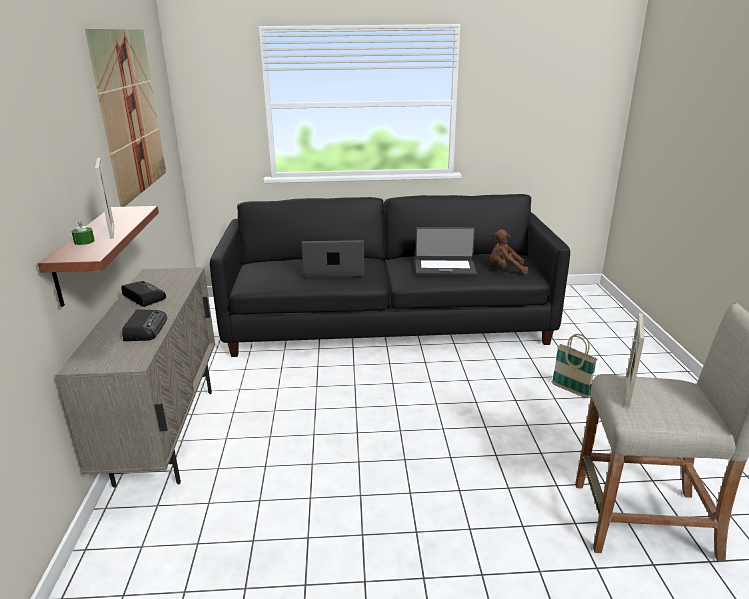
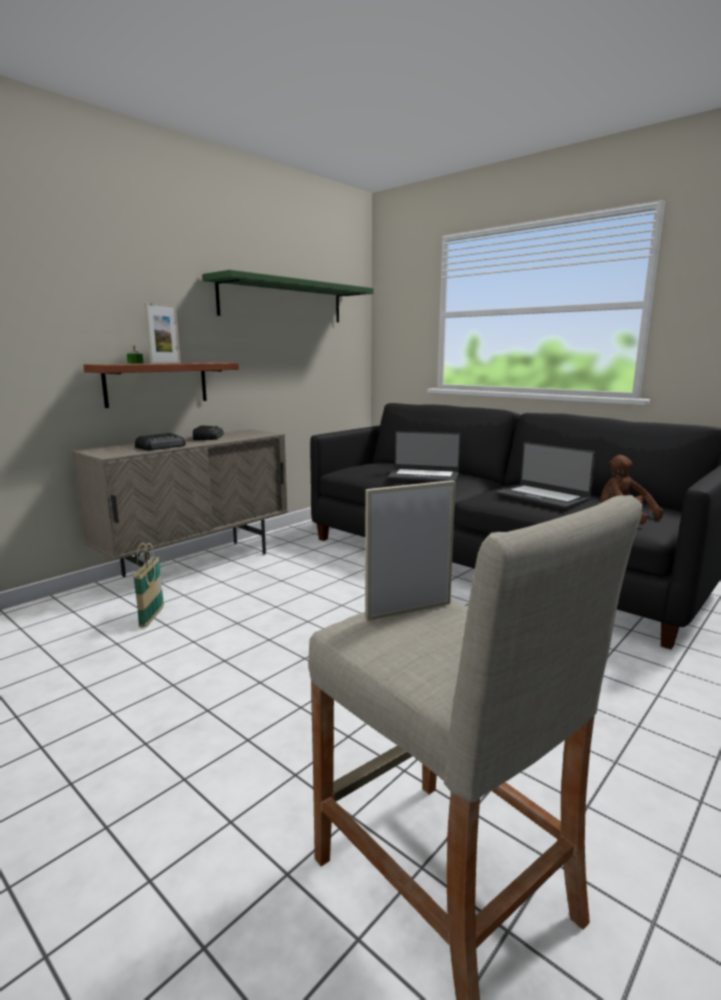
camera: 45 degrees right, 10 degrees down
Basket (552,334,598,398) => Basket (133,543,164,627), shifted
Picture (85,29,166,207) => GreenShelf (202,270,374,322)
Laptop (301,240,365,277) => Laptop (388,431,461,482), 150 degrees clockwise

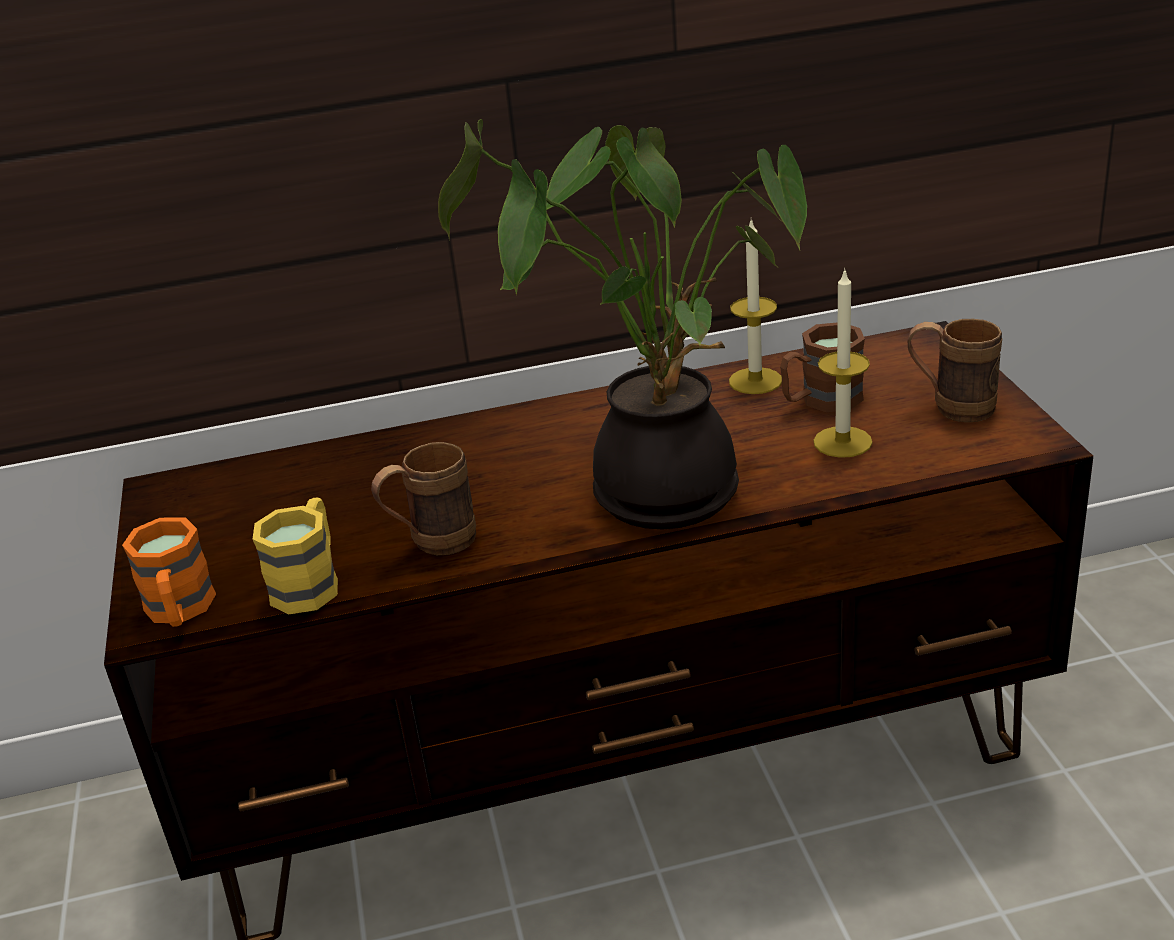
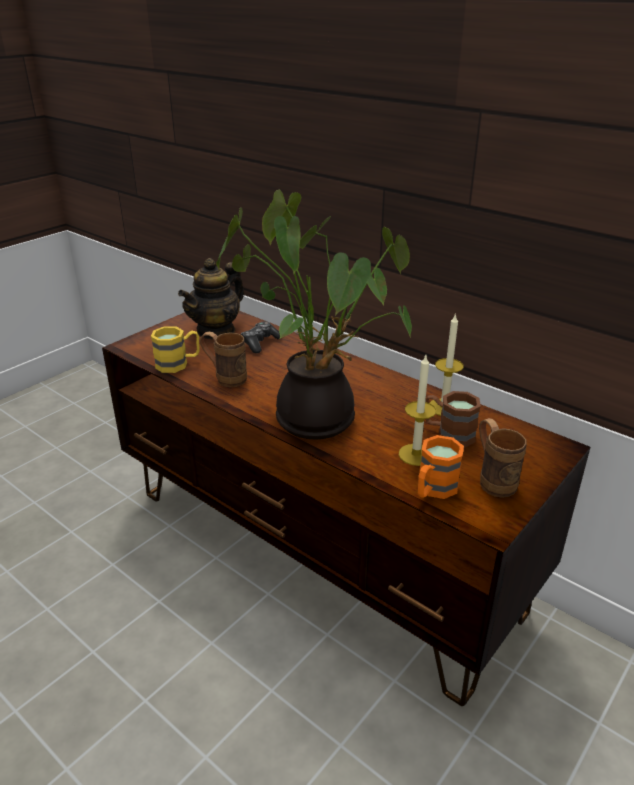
camera: 50 degrees right, 0 degrees up
nothing => Teapot (178,258,244,340)
nothing => GameController (241,321,281,353)
OrangeCoffeeMug (122,518,216,627) => OrangeCoffeeMug (418,435,464,499), shifted

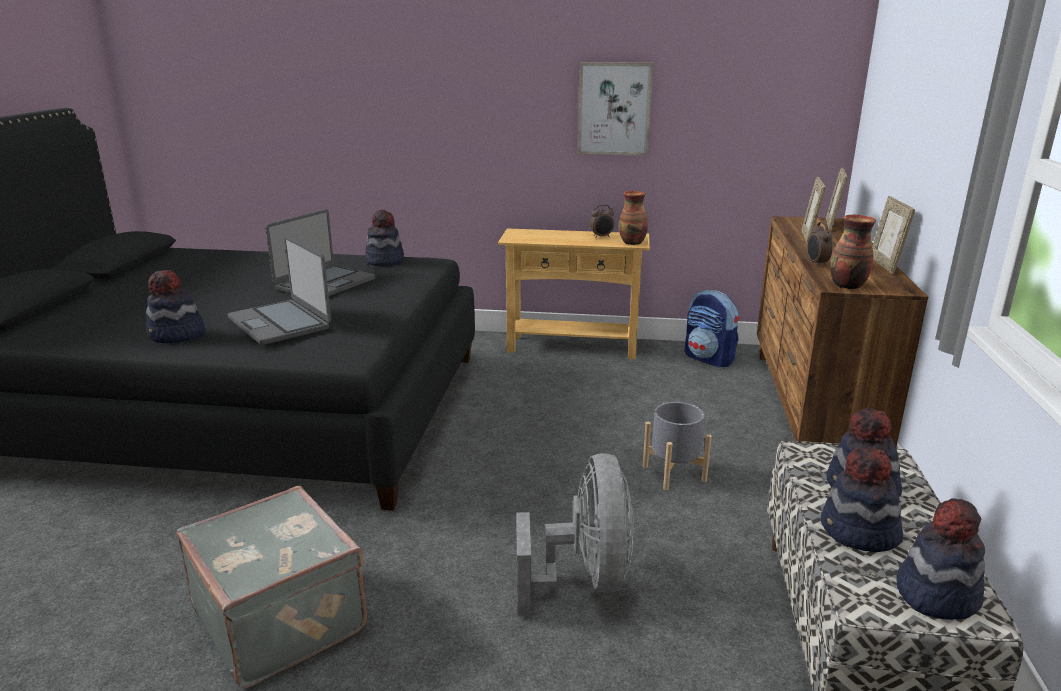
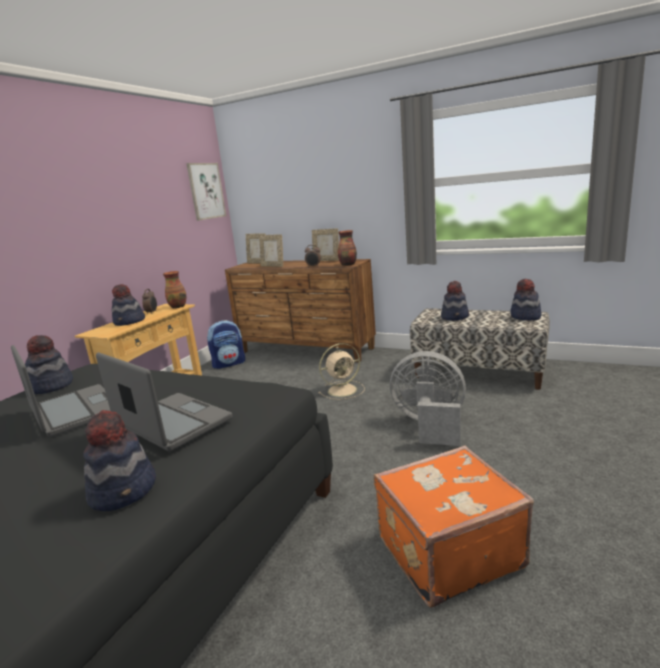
camera: 70 degrees left, 5 degrees down
Picture (578,62,653,155) => Picture (186,163,226,221), shifted
ClothingHat (821,446,903,552) => ClothingHat (112,284,145,326), shifted
GreyishPlantPot (643,402,712,491) => BeigeCoolingFan (319,343,365,400)
GreyishPieceOfLuggage (177,486,367,688) => OrangePieceOfLuggage (374,445,534,608)
Laptop (227,236,331,345) => Laptop (96,352,233,451), 120 degrees counterclockwise

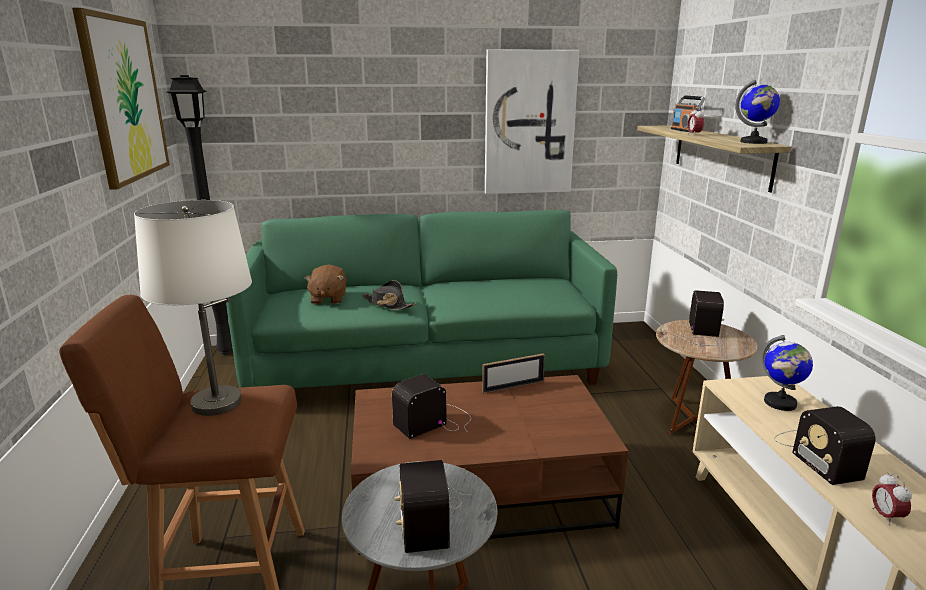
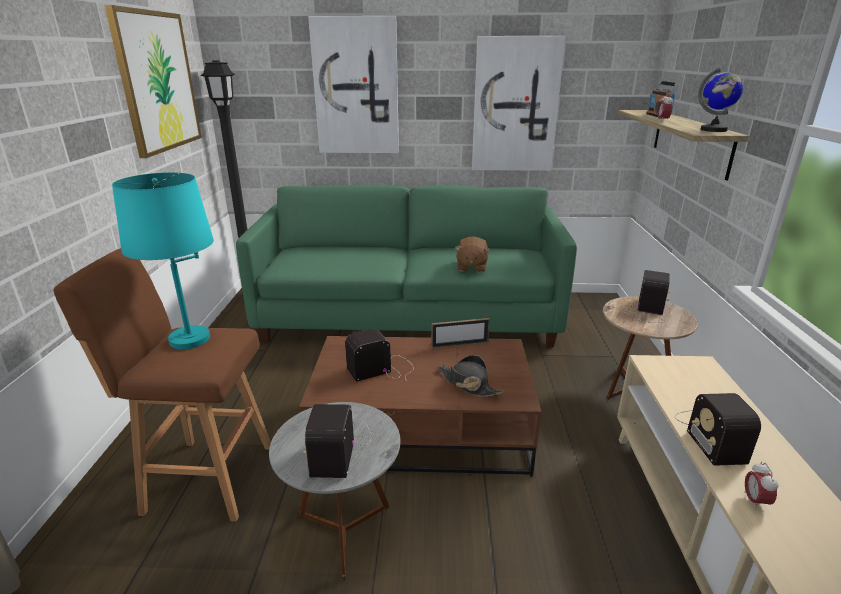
camera: 10 degrees right, 5 degrees up
WorldGlobe (761,335,813,411) => nothing
nothing => Picture (308,16,399,153)
BrownColouredCuddlyToy (304,265,346,304) => BrownColouredCuddlyToy (455,236,490,273), shifted
BlackClothingHat (362,280,416,310) => BlackClothingHat (437,355,504,397), shifted
WhitishLampForATable (134,200,252,416) => BlueGreenLampForATable (112,172,214,349)

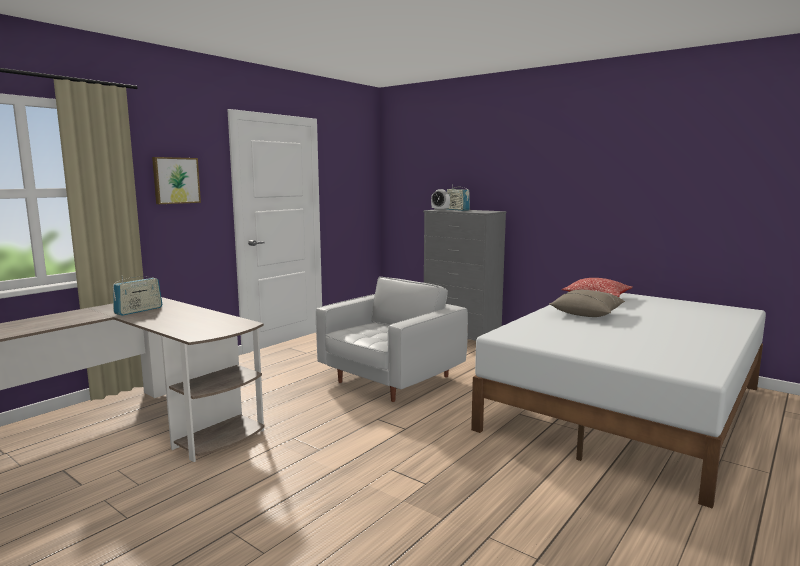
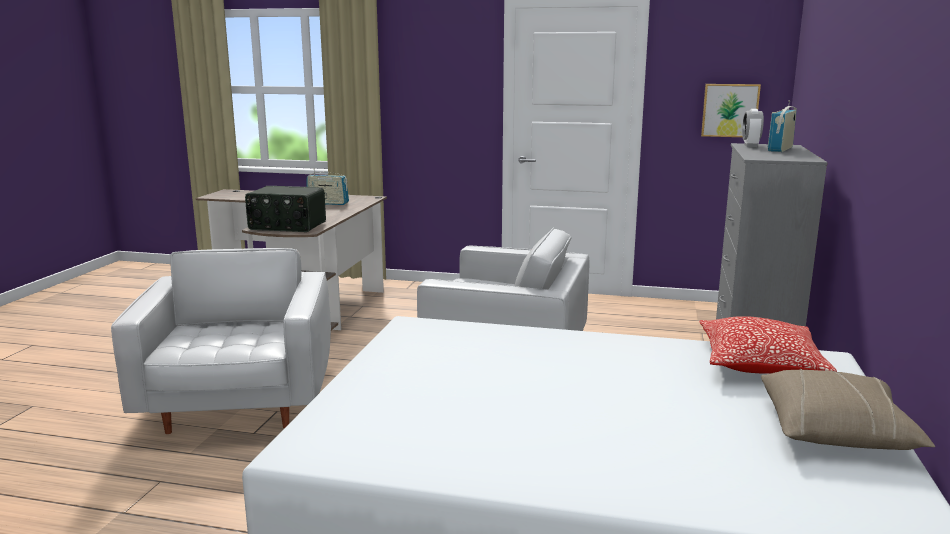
camera: 65 degrees right, 5 degrees up
nothing => WhitishEasyChair (111,248,331,434)
nothing => RadioSet (245,186,326,232)
Picture (152,157,201,204) => Picture (701,84,761,137), shifted
BeigePillow (549,290,625,317) => BeigePillow (761,369,935,450), shifted

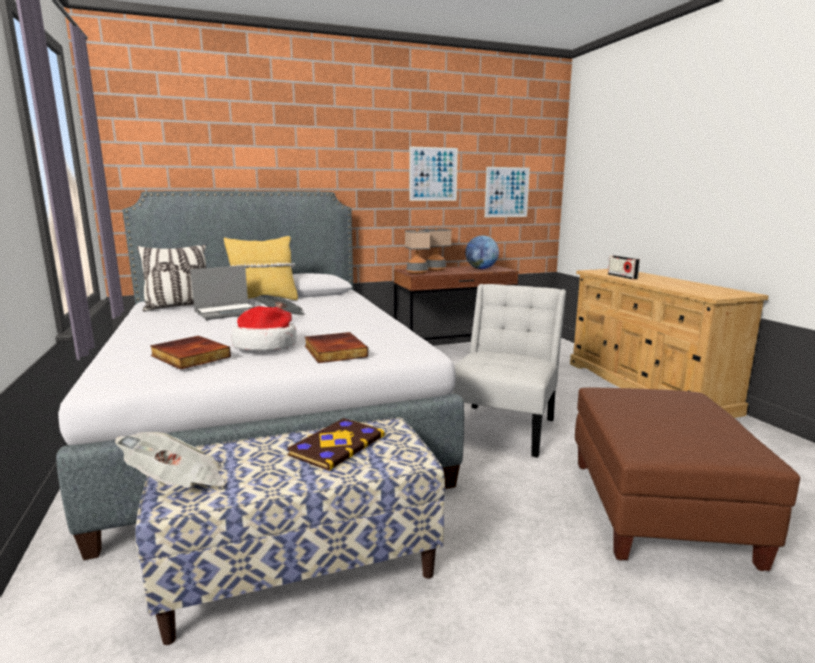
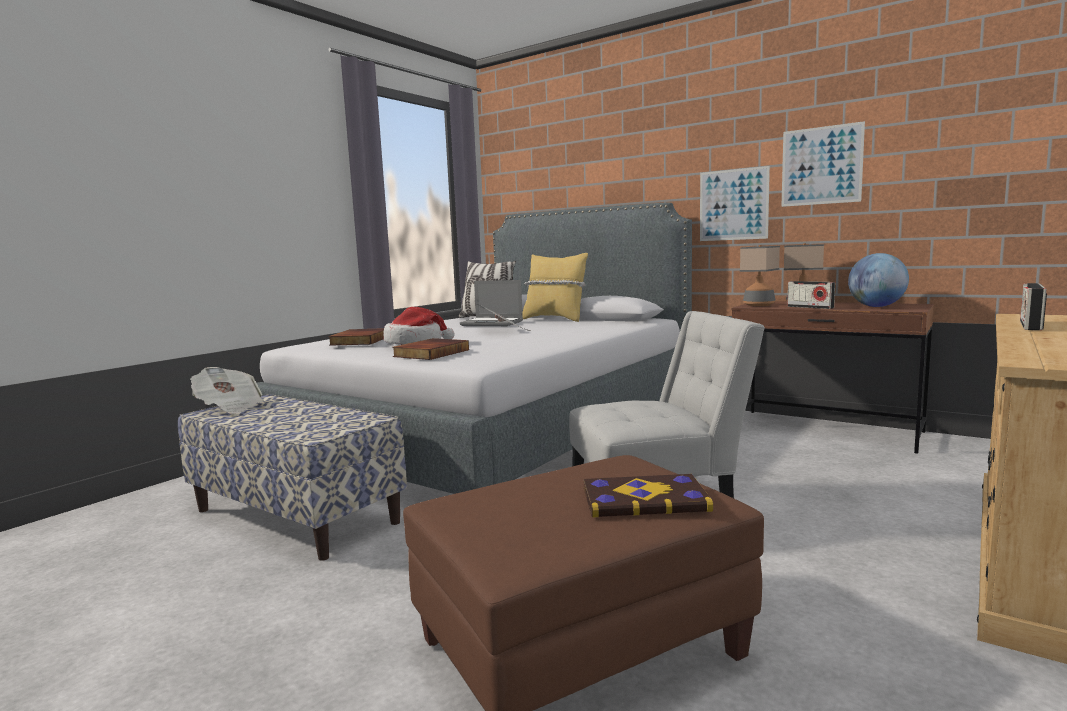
camera: 55 degrees right, 5 degrees down
nothing => RadioSet (787,281,835,309)
BoundBook (287,418,384,471) => BoundBook (583,474,713,517), shifted
Picture (485,167,530,217) => Picture (700,166,770,241), shifted

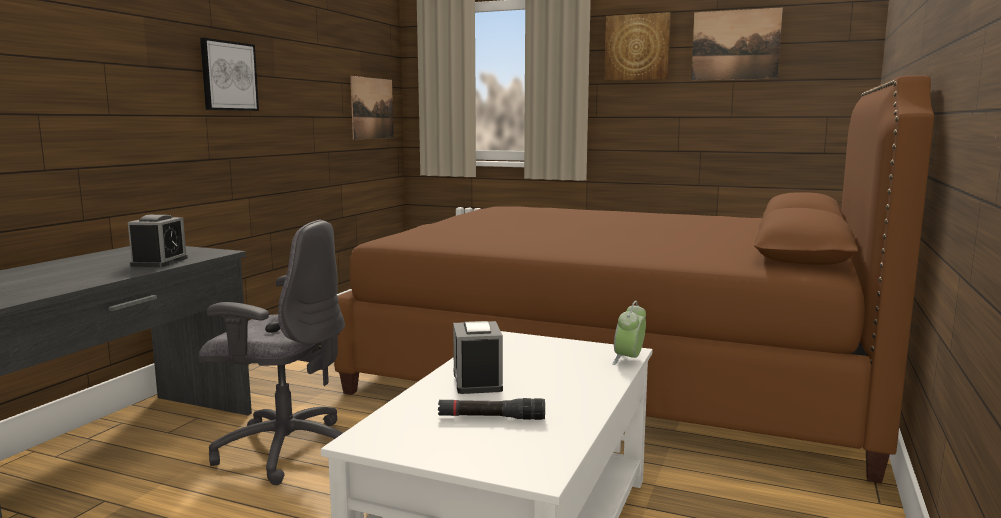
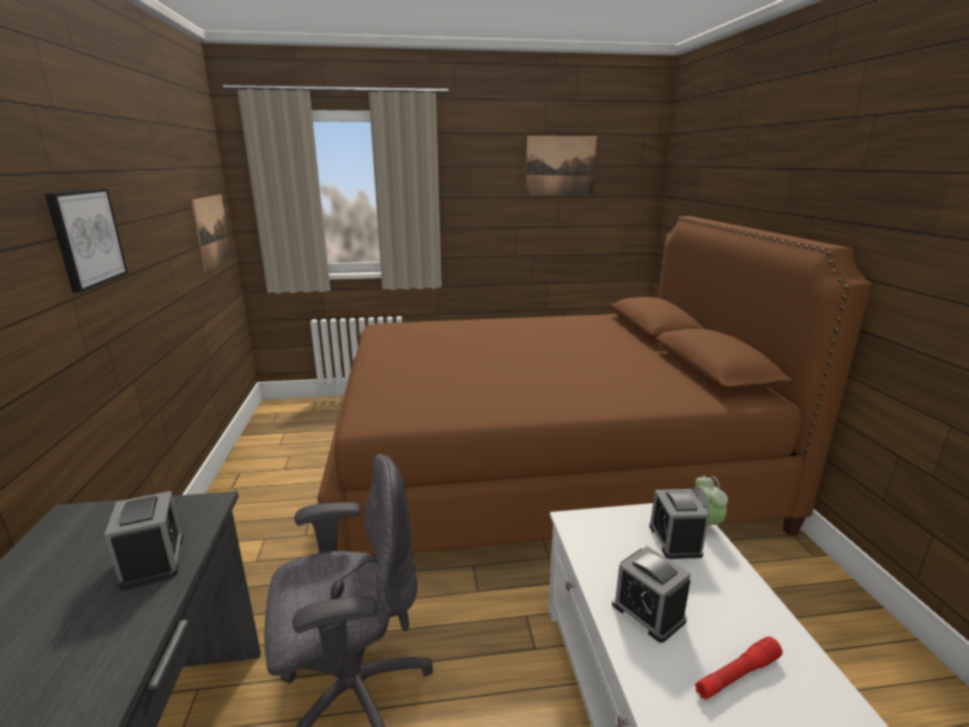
camera: 30 degrees left, 10 degrees up
Picture (604,12,671,81) => nothing
nothing => AlarmClock (649,489,709,559)
BlackFlashlight (438,398,545,420) => RedFlashlight (695,637,783,700)

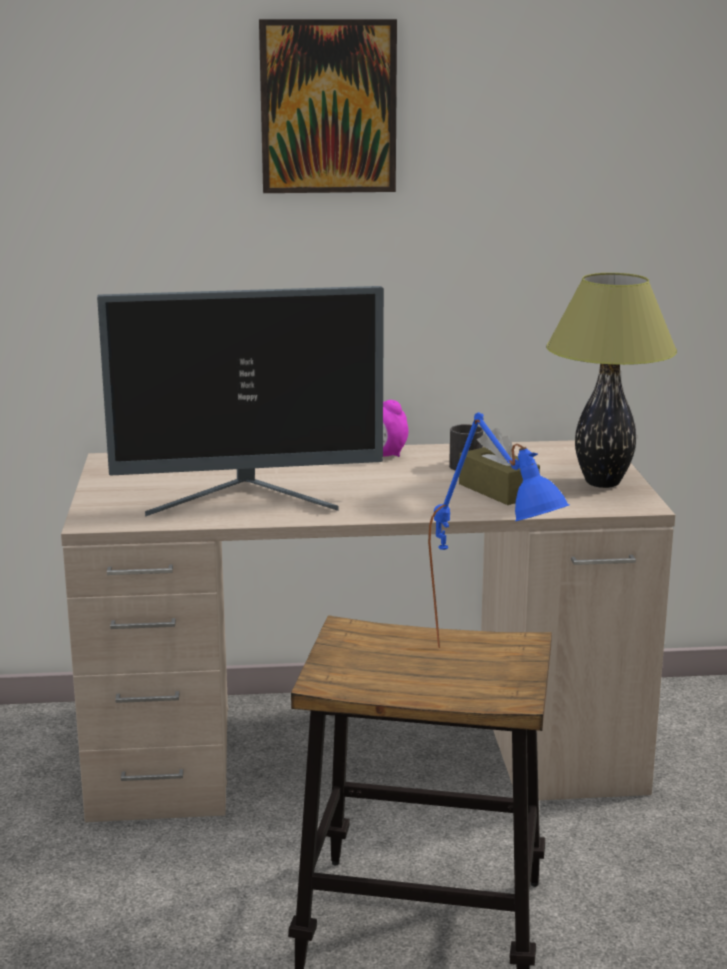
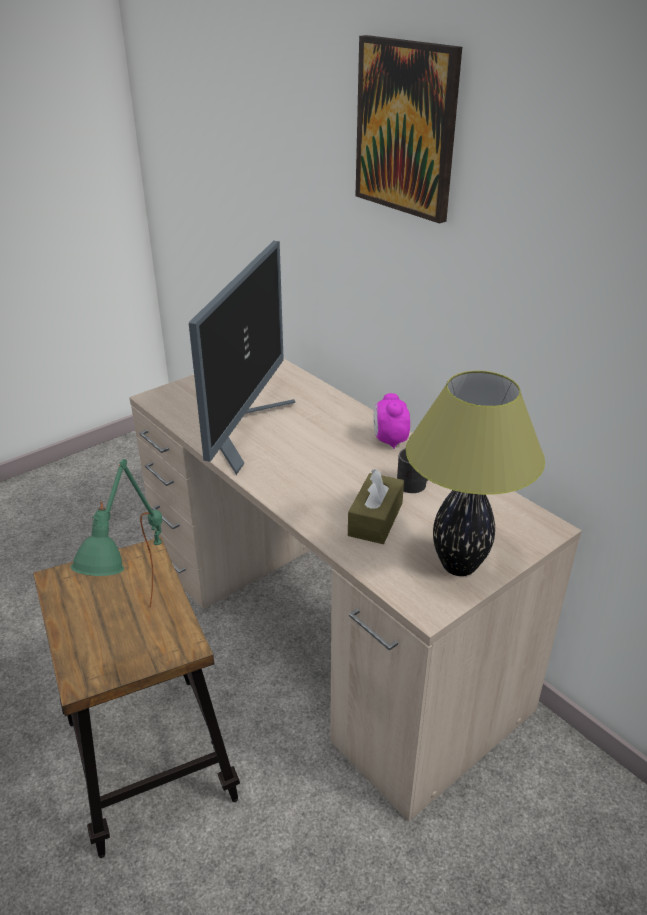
camera: 55 degrees right, 15 degrees up
BluishLampForATable (428,412,570,648) => GreenLampForATable (70,459,163,608)
ComputerDisplay (97,286,384,517) => ComputerDisplay (189,241,295,475), 120 degrees counterclockwise

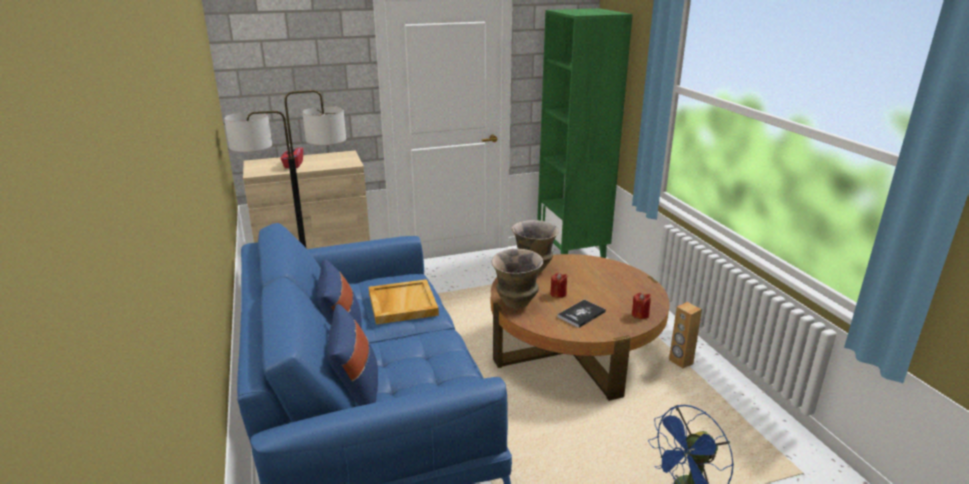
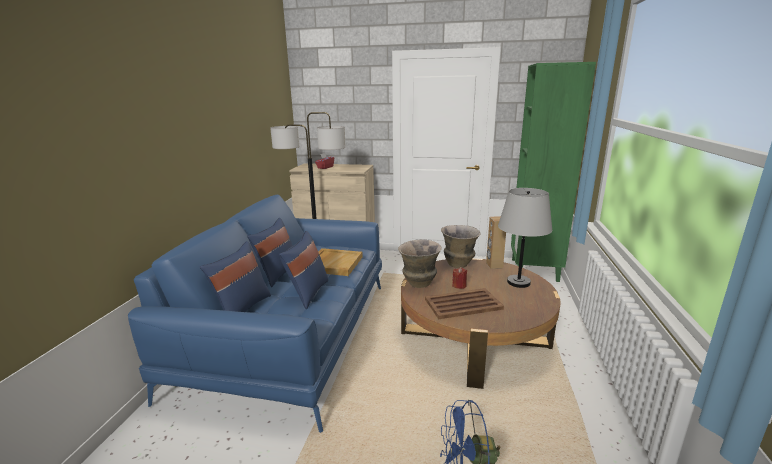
camera: 30 degrees right, 5 degrees down
RedWaxCandle (632,292,651,319) => nothing
nothing => BluishPillow (279,231,328,309)
nothing => GreyishLampForATable (498,188,552,288)
BrownColouredAudioSpeaker (669,302,702,368) => BrownColouredAudioSpeaker (486,216,506,269), shifted
BoundBook (557,300,606,328) => BrownColouredCarryingTray (425,288,504,319)

